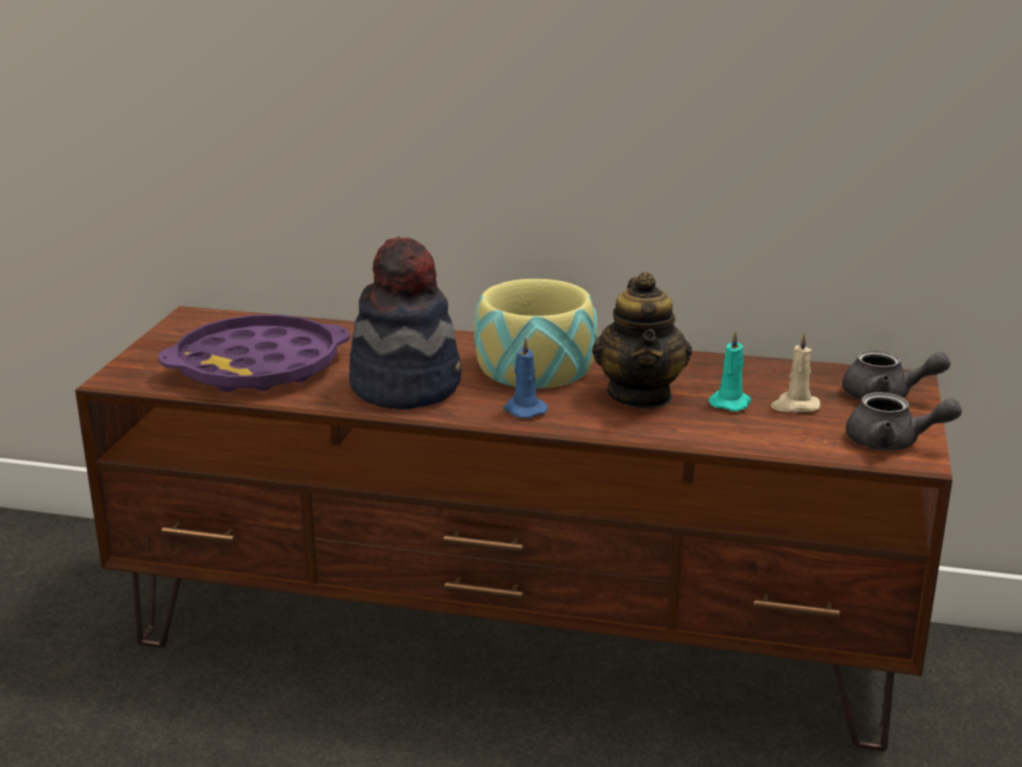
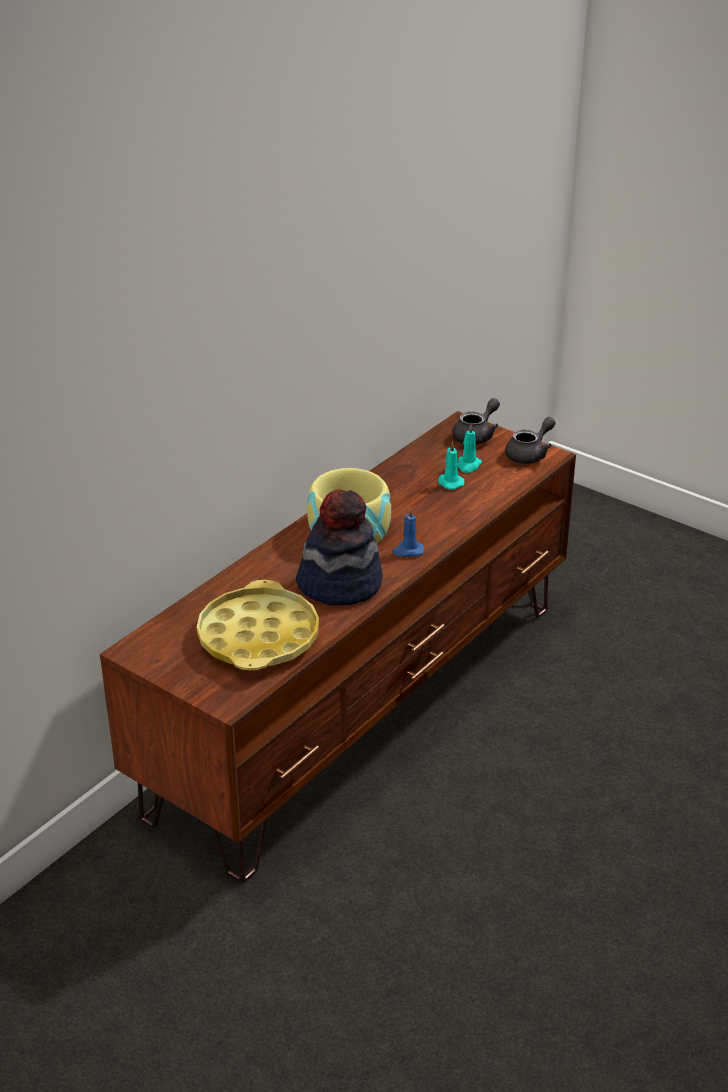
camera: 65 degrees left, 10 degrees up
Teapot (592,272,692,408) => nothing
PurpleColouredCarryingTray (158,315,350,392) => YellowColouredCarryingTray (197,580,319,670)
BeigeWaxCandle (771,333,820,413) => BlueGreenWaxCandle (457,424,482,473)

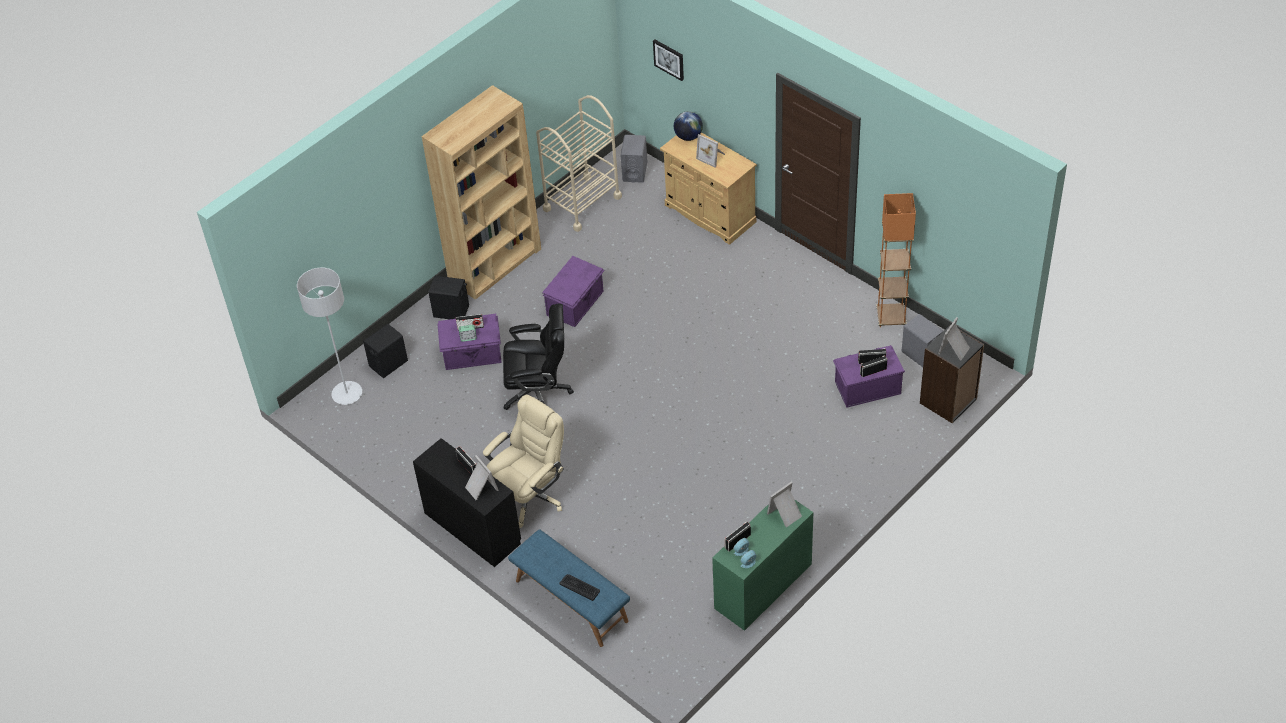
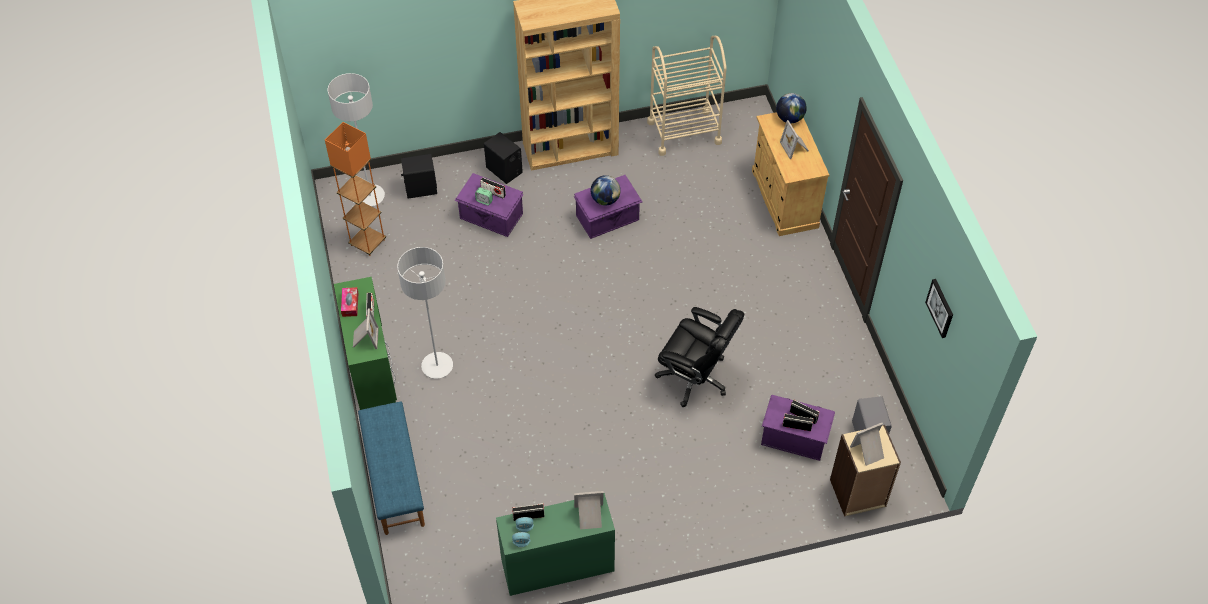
camera: 30 degrees right, 5 degrees up
PcKeyboard (560,574,600,601) => nothing
GreyishAudioSpeaker (621,135,647,183) => nothing
nothing => BoxOfTissues (341,287,358,317)
nothing => WorldGlobe (591,175,621,206)
BlackOfficeChair (503,304,574,410) => BlackOfficeChair (655,307,745,407), shifted
Picture (653,39,684,81) => Picture (925,279,953,338), shifted
OrangeFloorLamp (876,193,916,327) => OrangeFloorLamp (325,122,386,256), shifted
BeigeOfficeChair (483,395,564,528) => GreyishFloorLamp (397,247,453,379)
BlackDeskUnit (413,438,521,567) => GreenDeskUnit (334,277,397,410)
BlackBookshelf (920,324,984,423) => BeigeBookshelf (830,425,901,517)

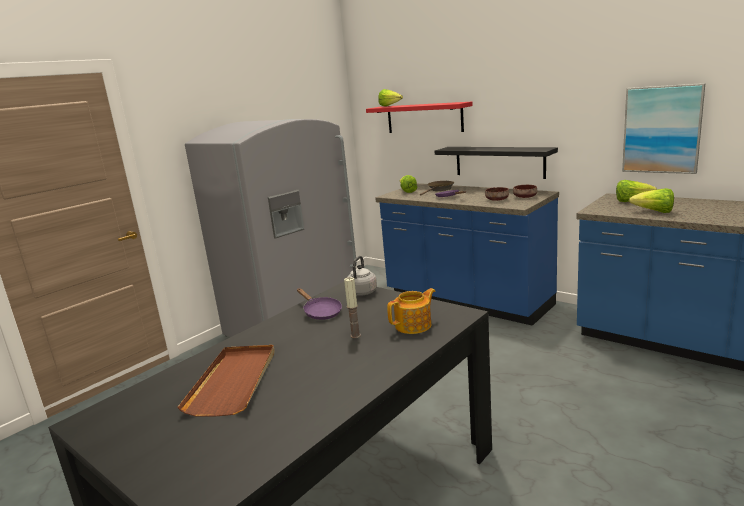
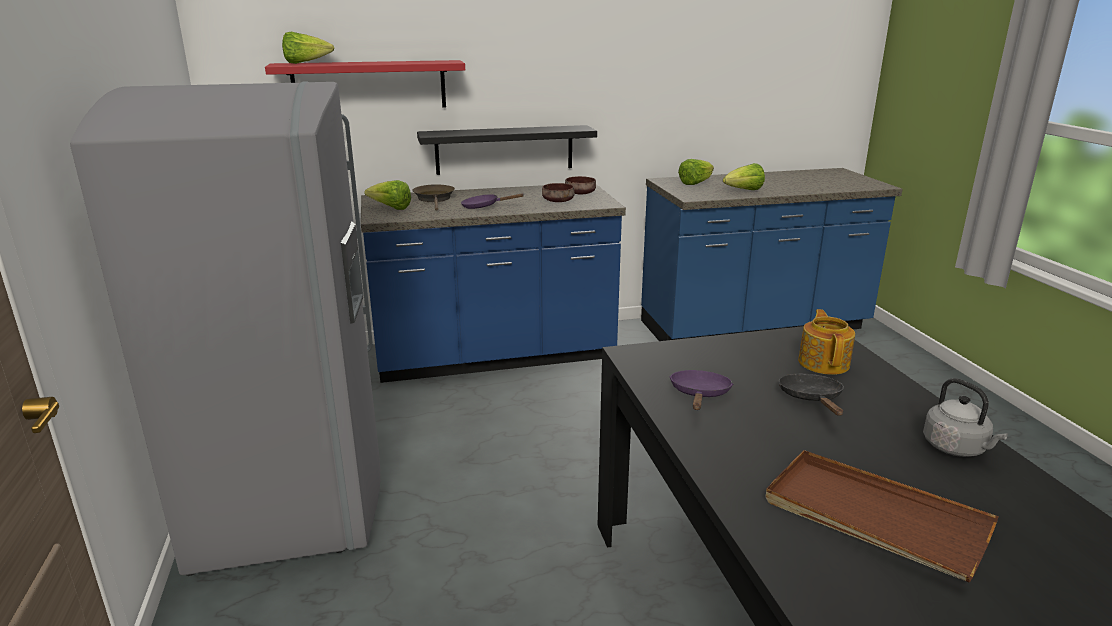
camera: 55 degrees left, 5 degrees up
Picture (622,83,706,174) => nothing
GreyishKettle (347,256,377,296) => GreyishKettle (923,378,1008,457), shifted
WaxCandle (344,277,361,338) => BlackSkillet (779,374,844,416)
PurpleColouredSkillet (297,288,342,320) => PurpleColouredSkillet (669,370,734,410), 75 degrees counterclockwise

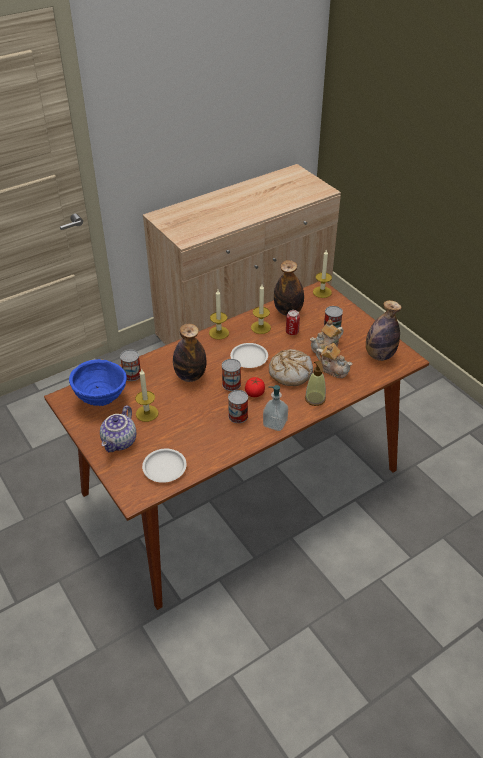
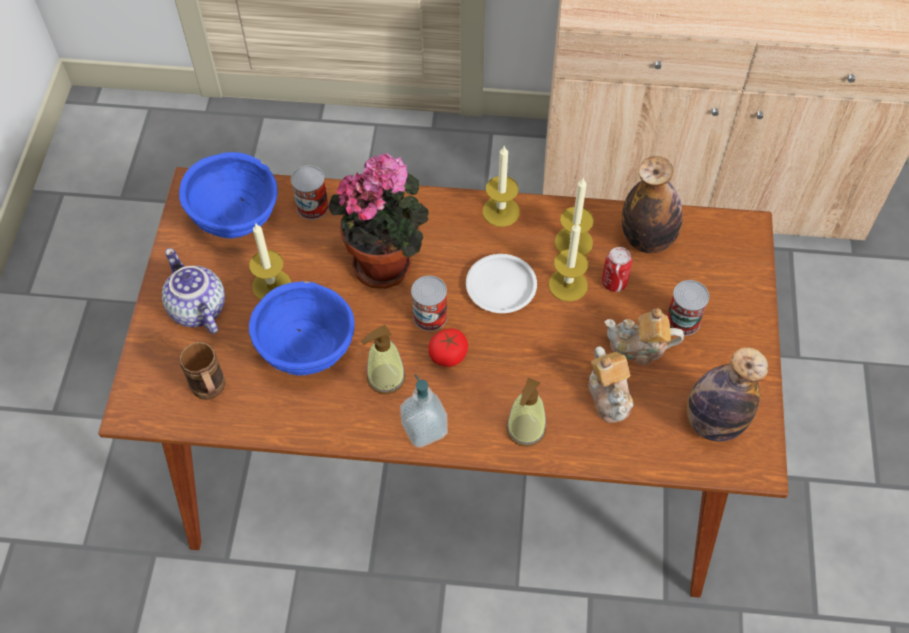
camera: 40 degrees right, 15 degrees up
Bread (269,349,313,386) => nothing
nothing => BluishBowl (249,281,355,376)
WaxCandle (313,250,332,298) => WaxCandle (549,223,588,302), shifted
WhitishPlate (142,449,187,483) => BrownColouredCoffeeMug (179,342,225,400)
DrinkBottle (173,324,206,382) => PlantInAPot (328,152,429,288)
MetalCan (228,390,248,423) => SoapDispenser (361,325,406,394)
Teapot (100,405,136,452) => Teapot (162,248,225,334), 90 degrees clockwise

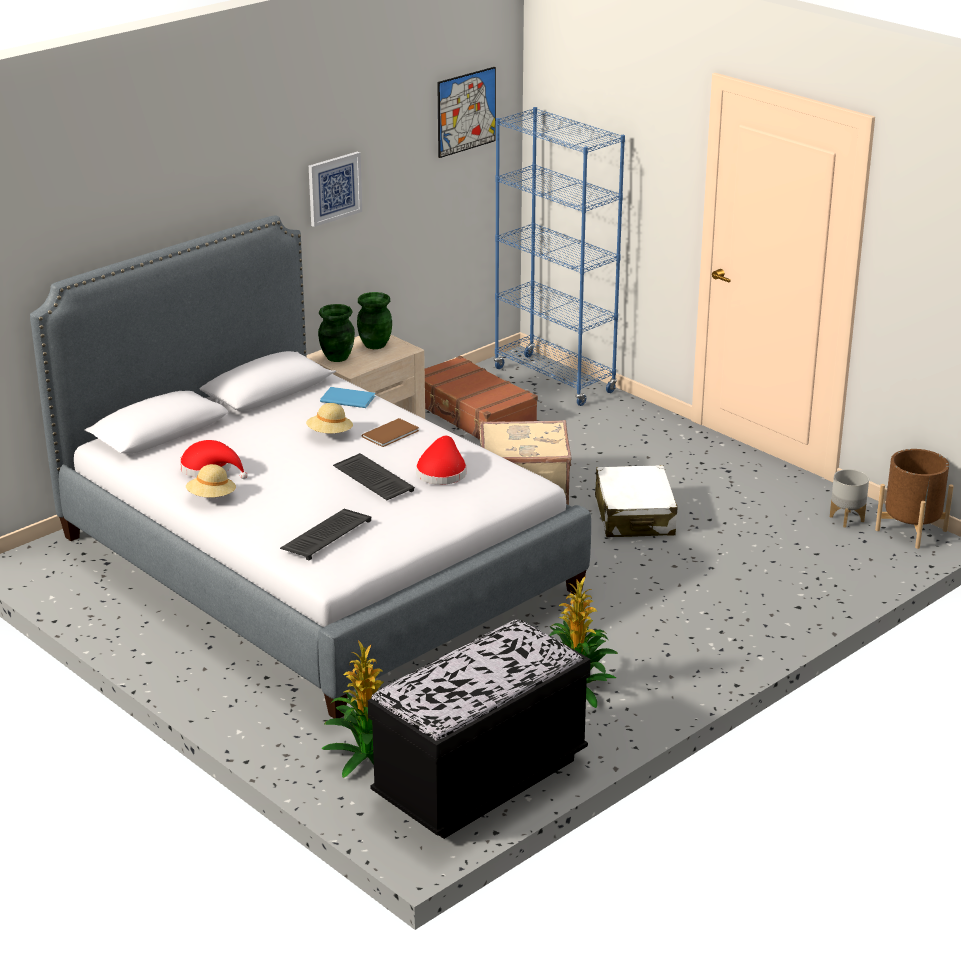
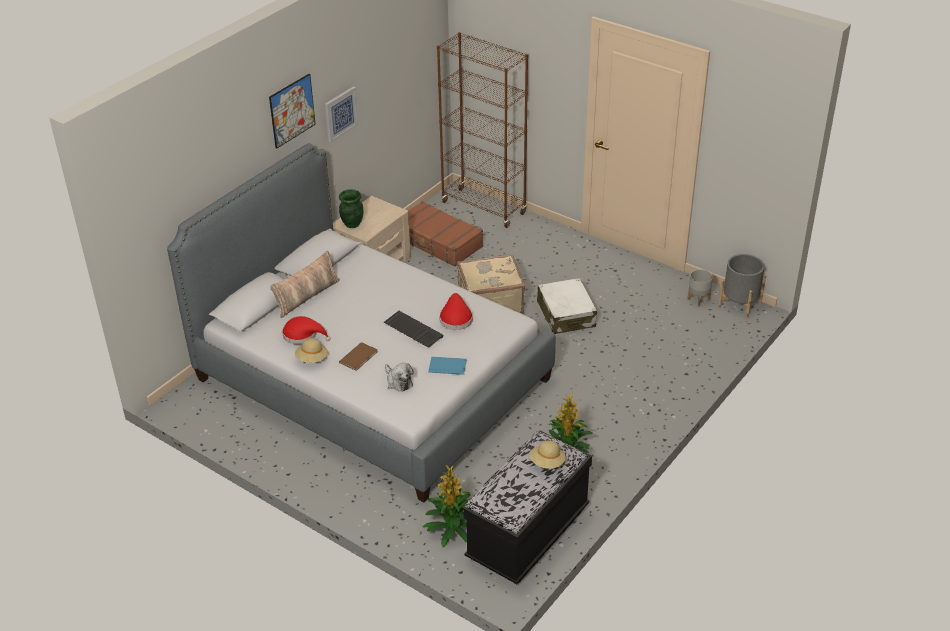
camera: 10 degrees left, 10 degrees up
GreenFlowerVase (357,292,392,349) => nothing
nothing => Pillow (270,251,340,318)
BeigeClothingHat (306,403,353,433) => BeigeClothingHat (530,440,566,469), shifted
BluishBoundBook (320,387,375,408) => BluishBoundBook (429,357,467,375), shifted
BrownColouredBoundBook (362,418,419,447) => BrownColouredBoundBook (339,342,378,371), shifted
Picture (437,67,496,158) => Picture (269,74,316,149), shifted
PcKeyboard (280,509,371,560) => CuddlyToy (385,363,414,392)
BluishBookshelf (494,107,625,406) => BrownColouredBookshelf (437,32,528,228)
BrownColouredPlantPot (875,449,954,549) => GreyishPlantPot (718,254,766,318)

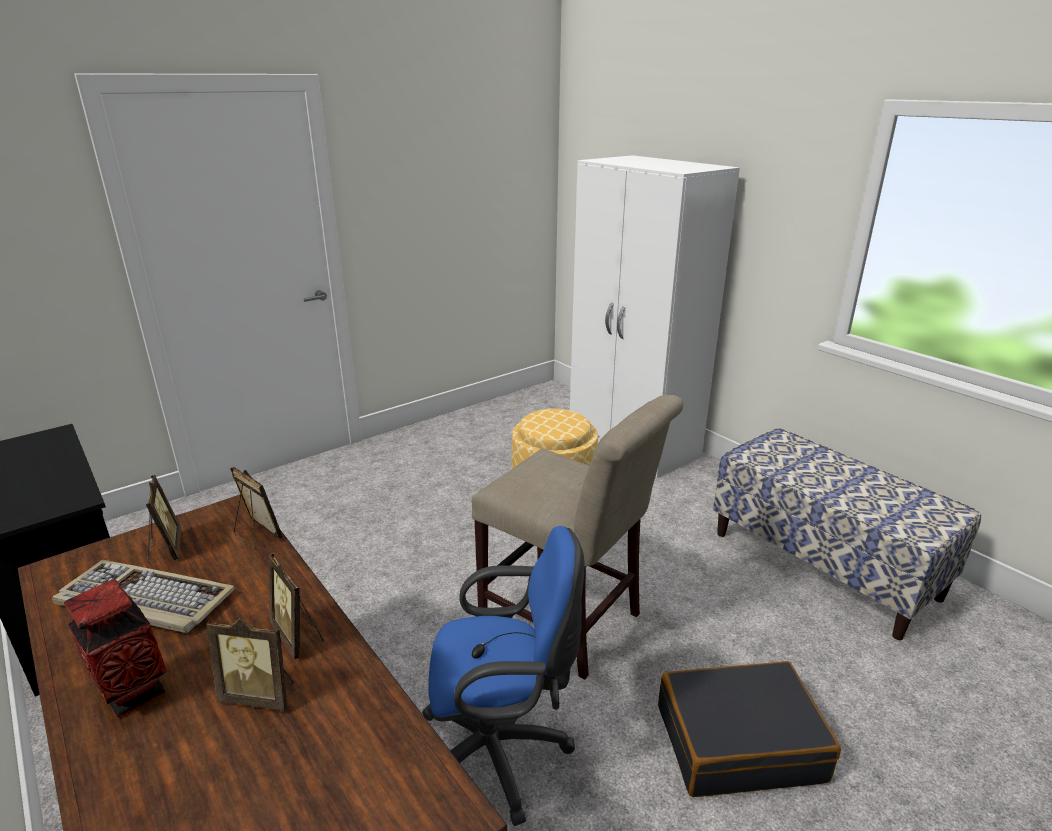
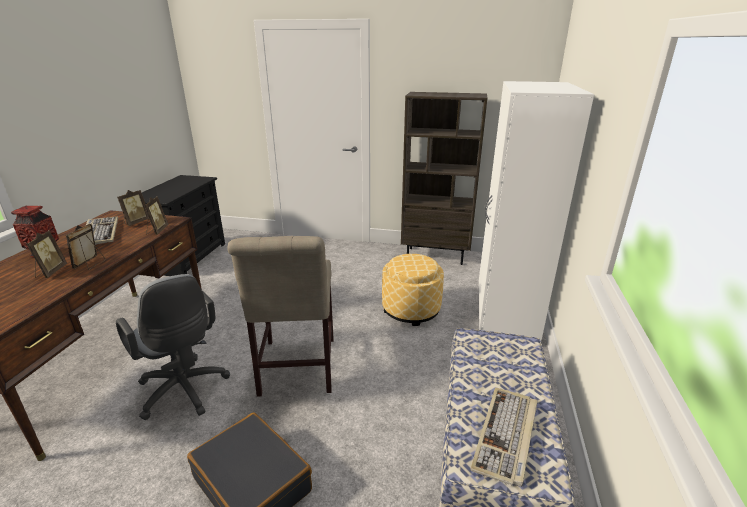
camera: 50 degrees right, 0 degrees up
nothing => BrownColouredBookshelf (401,92,488,265)
nothing => PcKeyboard (470,388,538,487)
BluishOfficeChair (422,526,585,826) => GreyishOfficeChair (116,274,230,420)
PhotoFrame (207,618,294,711) => PhotoFrame (26,230,67,278), 150 degrees counterclockwise

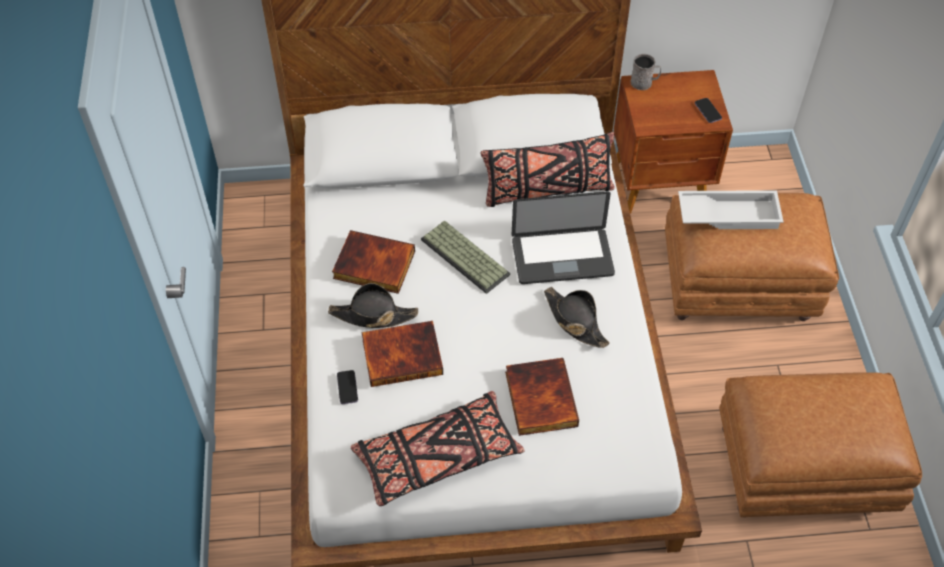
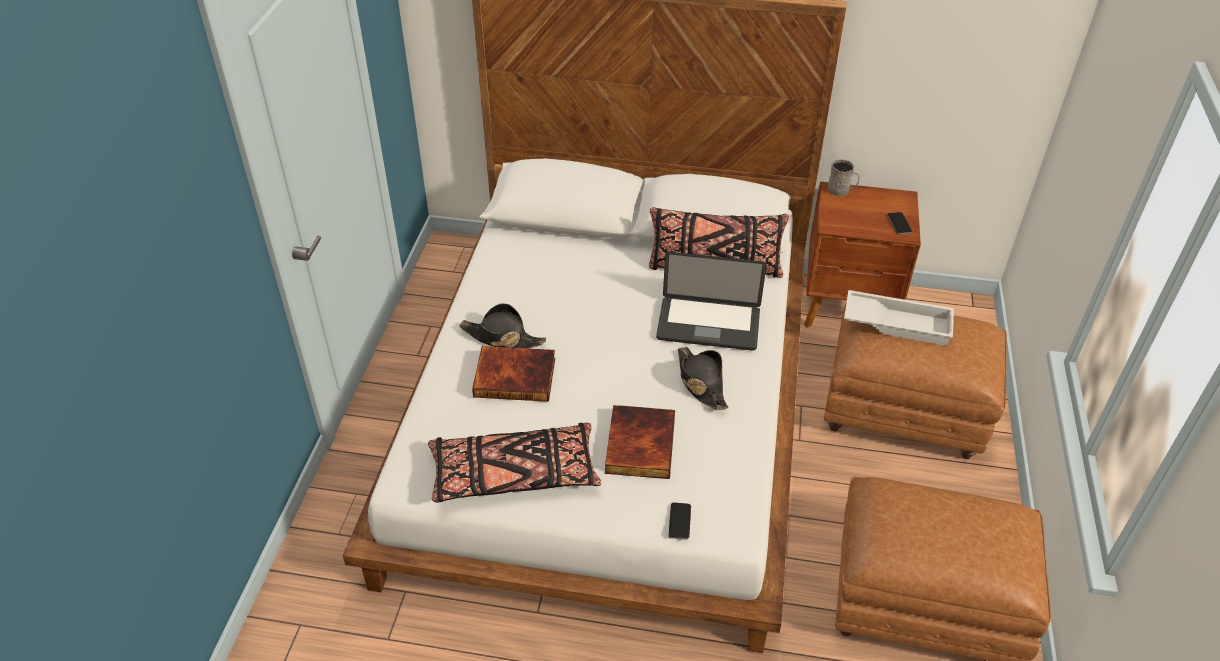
camera: 15 degrees right, 10 degrees down
BoundBook (332,230,415,294) => nothing
PcKeyboard (421,220,510,294) => nothing
Phone (337,370,358,404) => Phone (669,502,691,540), shifted

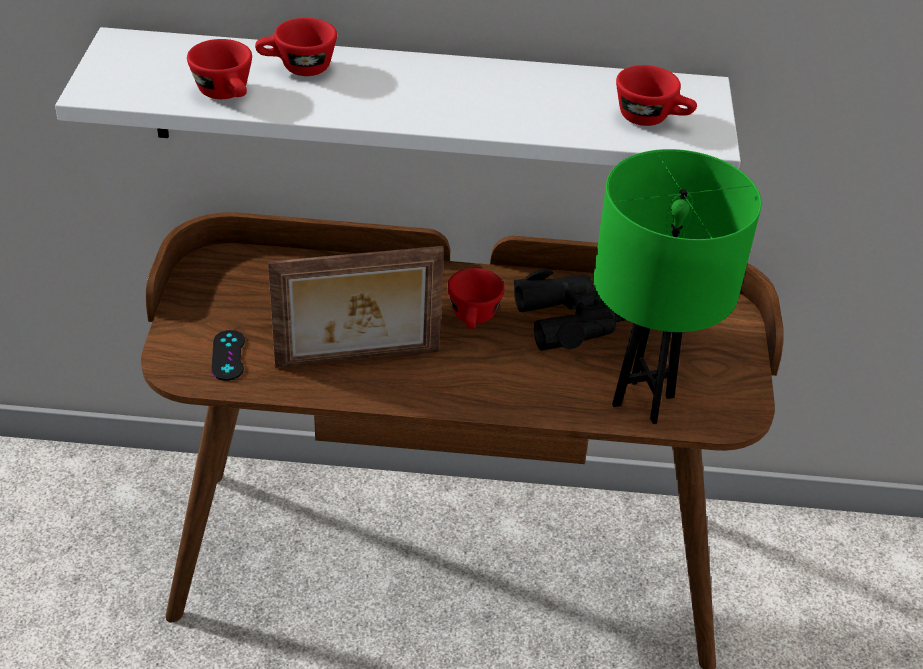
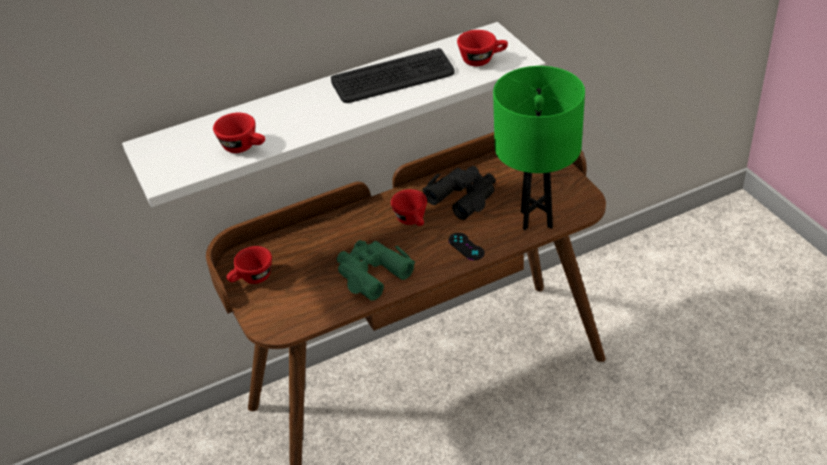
camera: 25 degrees left, 0 degrees up
nothing => PcKeyboard (331,48,455,103)
BlackGameController (211,330,245,381) => BlackGameController (449,233,485,260), shifted
RedCup (255,18,337,76) => RedCup (227,246,272,284), shifted
PhotoFrame (268,246,444,368) => GreenPairOfBinoculars (336,240,415,301)

